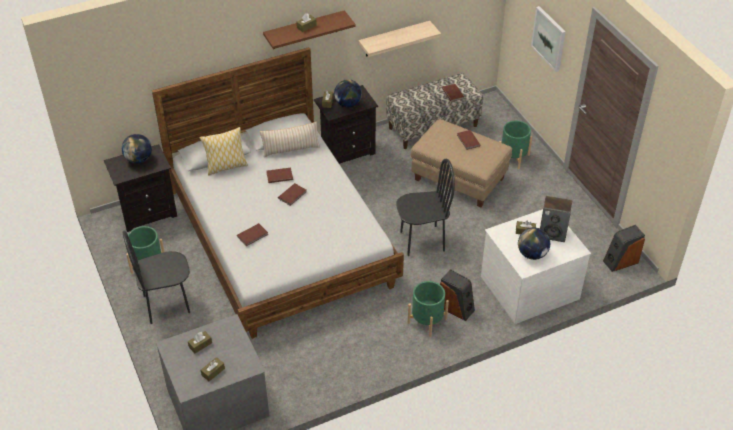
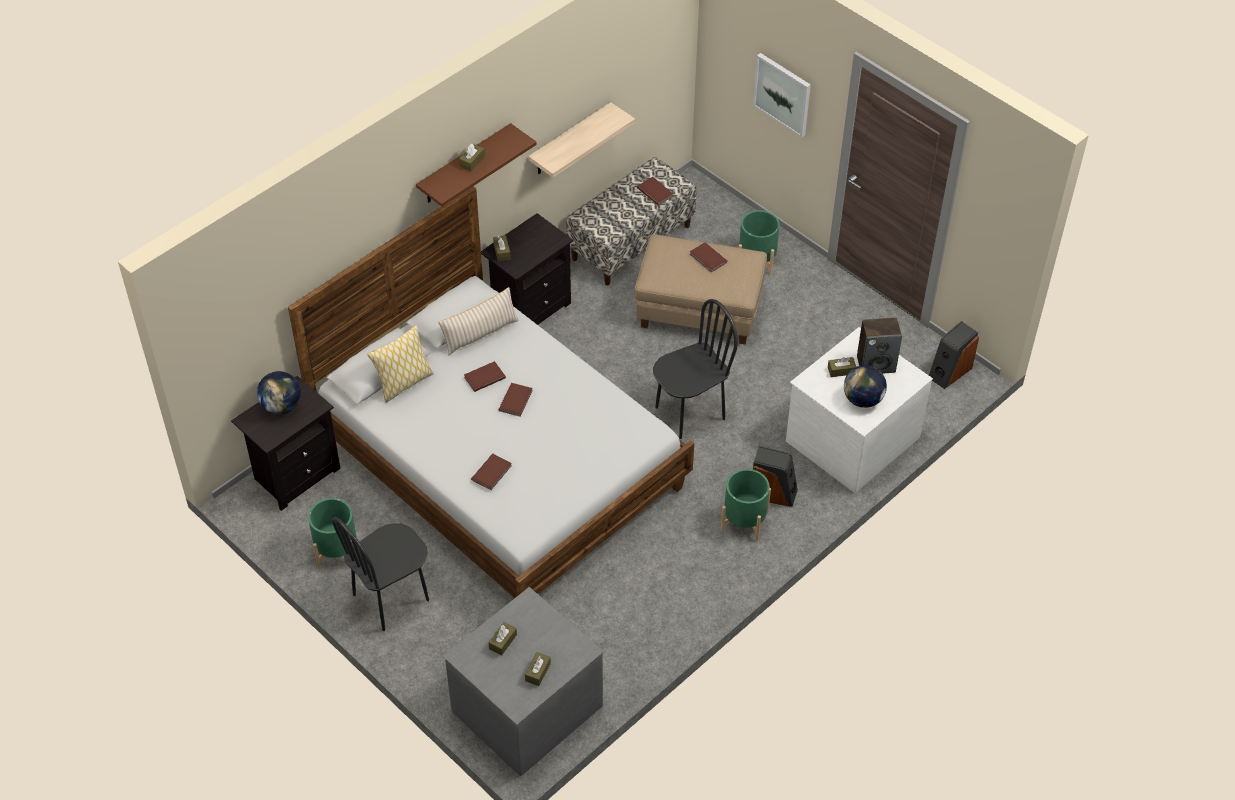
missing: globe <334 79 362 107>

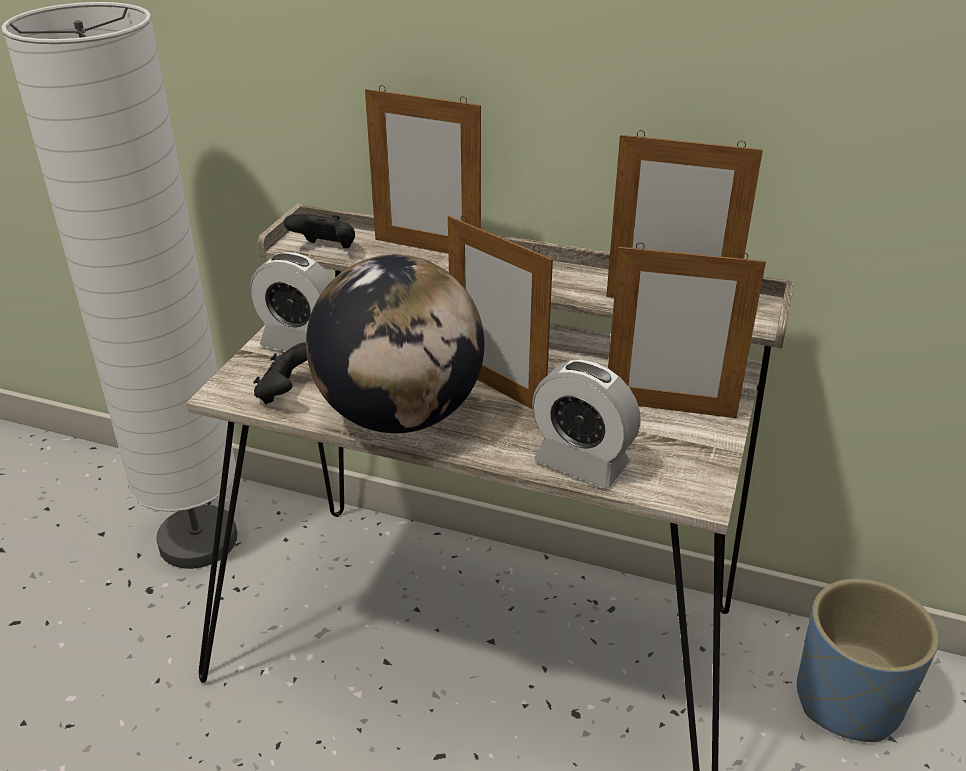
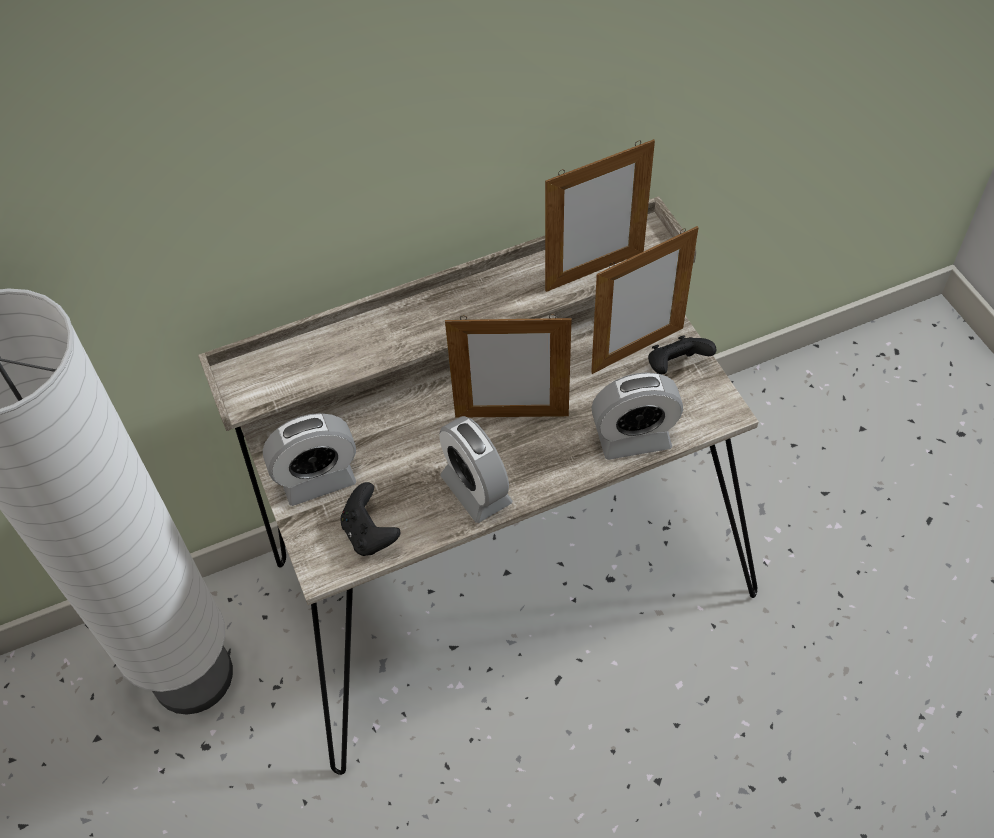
missing: picture frame <365 85 481 254>; blue planter <797 579 939 742>
relocated: black game controller <284 214 355 248> to <648 335 716 374>
exchanged: globe <306 255 484 433> to alarm clock <439 416 513 523>

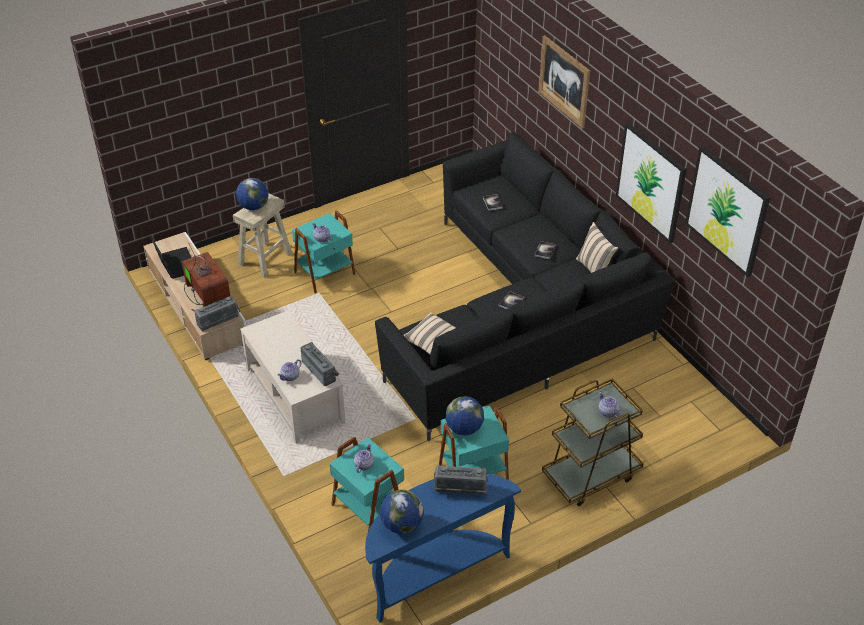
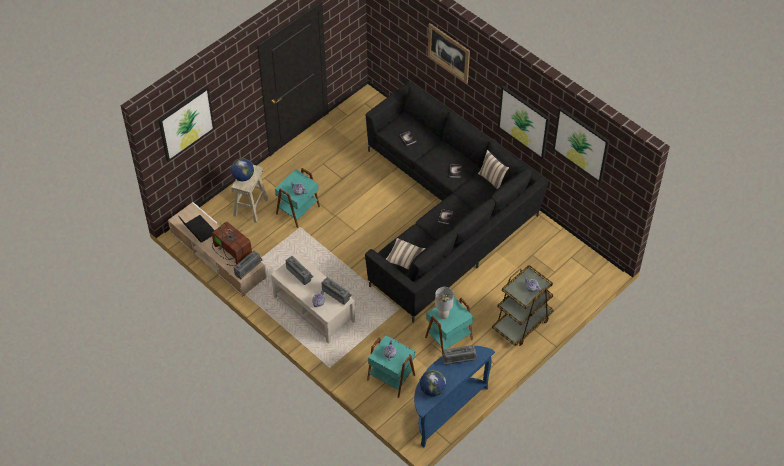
appeared: picture <158 86 215 162>; radio <286 256 313 285>
exchanged: globe <445 396 484 435> to grey table lamp <435 287 454 319>

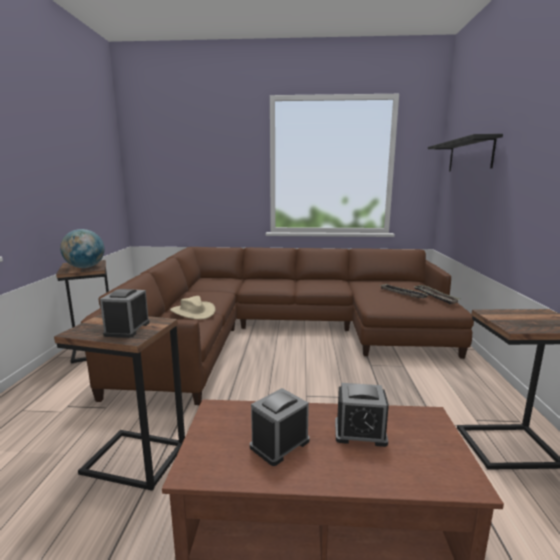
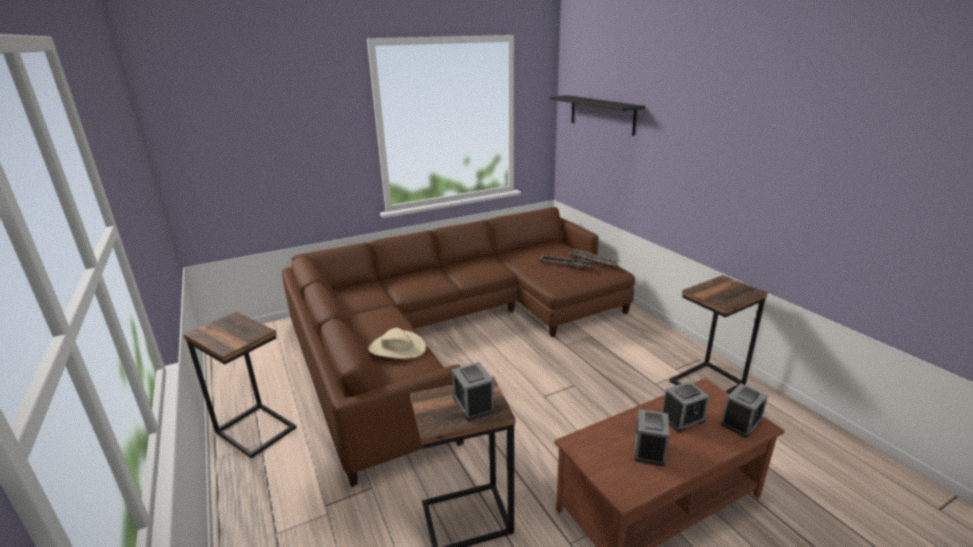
missing: globe <60 229 105 268>
appeared: alarm clock <721 383 768 438>

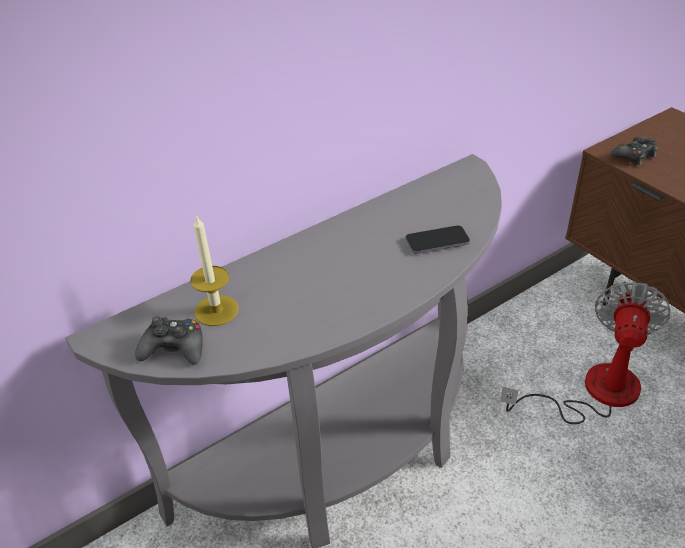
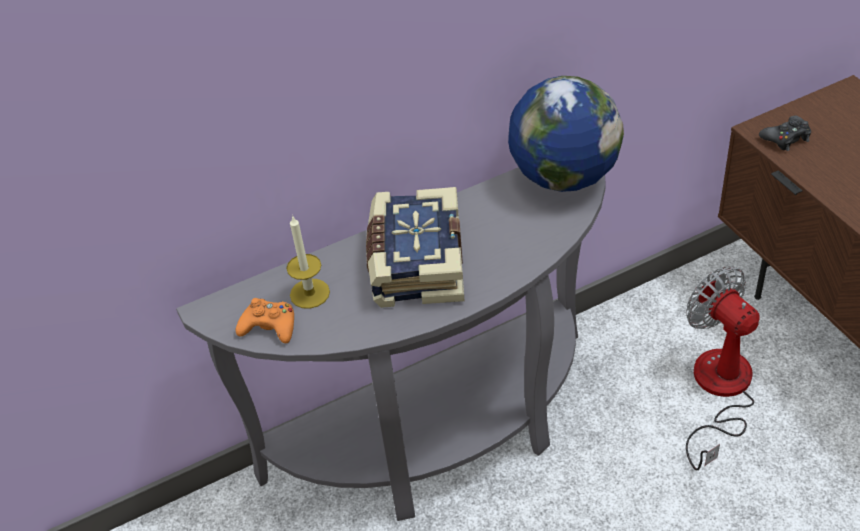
missing: phone <405 225 470 254>
appeared: book <366 187 465 308>; globe <508 76 624 192>
colour: black game controller <135 316 202 365> to orange game controller <236 298 294 343>
spun: fan <500 281 671 424> = <686 267 760 471> 60 degrees counterclockwise

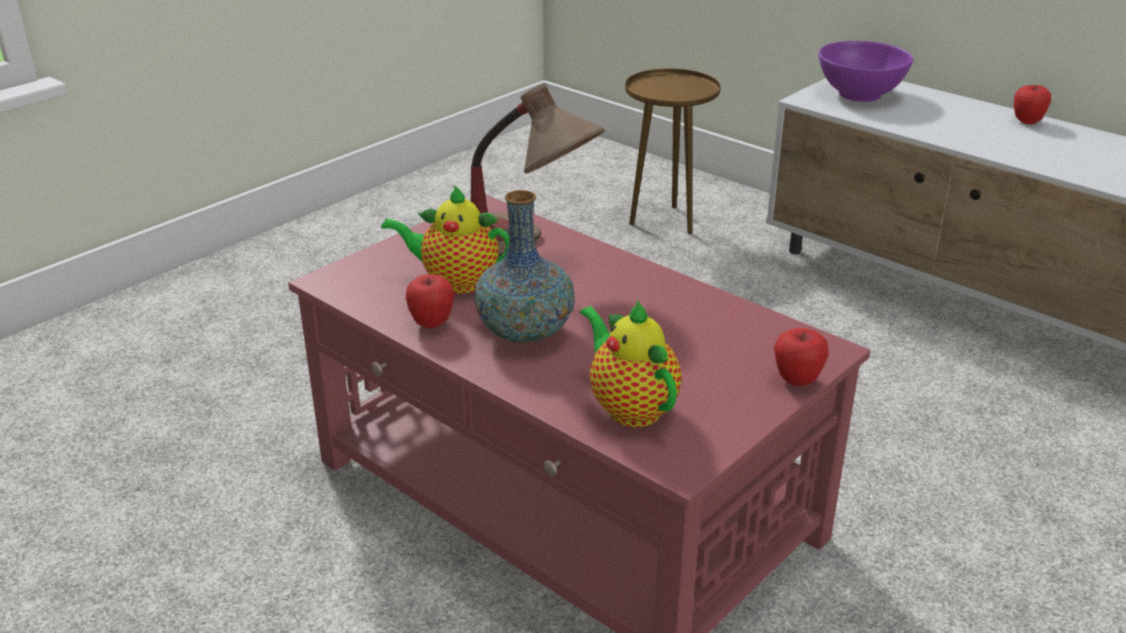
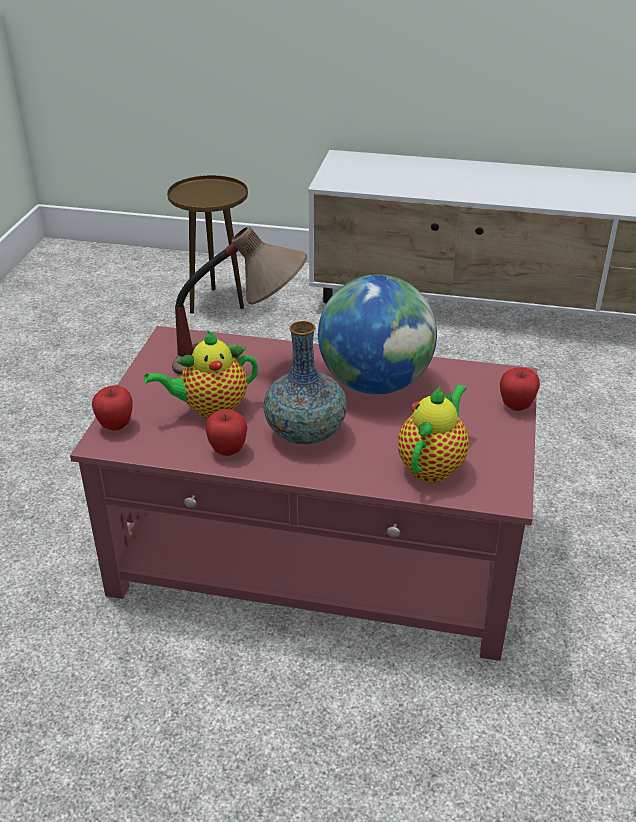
missing: purple bowl <819 41 913 102>
appeared: globe <318 274 437 394>
relocated: apple <1014 85 1051 124> to <92 385 133 431>
spun: teapot <580 300 682 427> = <398 384 469 482> 90 degrees clockwise

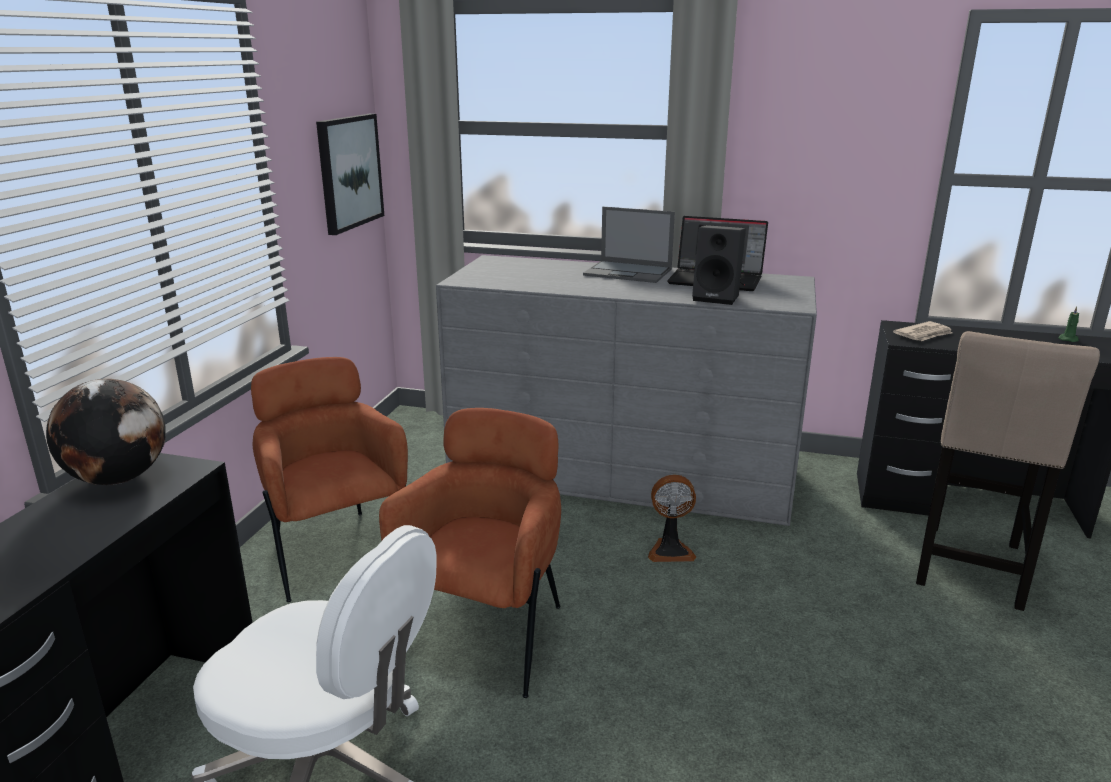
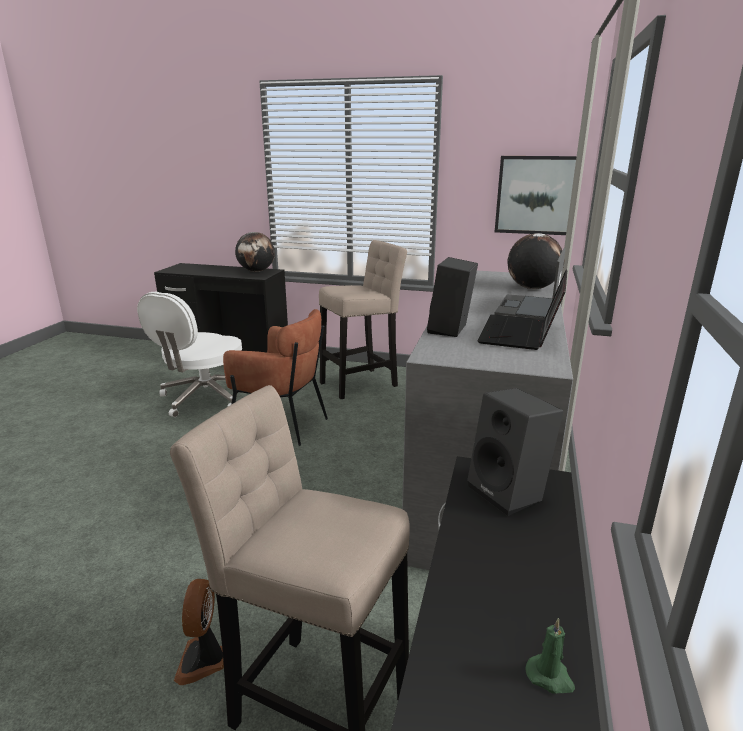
appeared: globe <507 233 564 289>
relocated: fan <648 475 696 562> to <174 579 224 685>
exchanged: brown armchair <251 357 408 602> to beige stool <319 240 407 399>; newspaper <893 321 952 341> to black speaker <467 388 563 516>

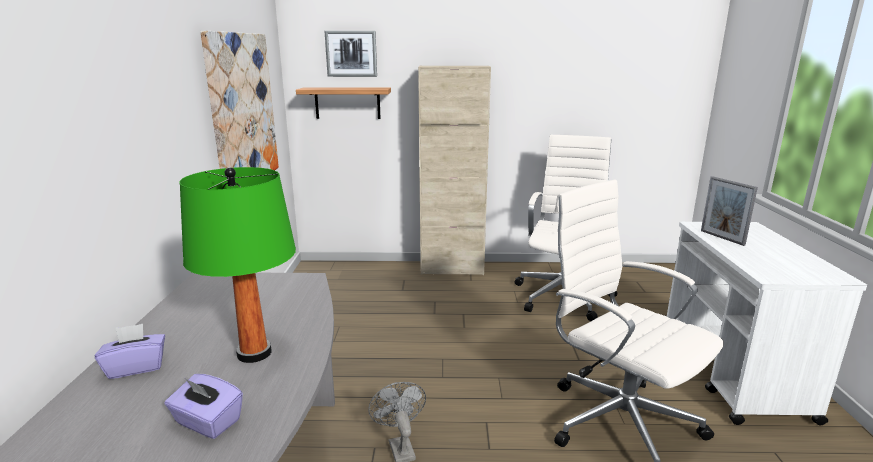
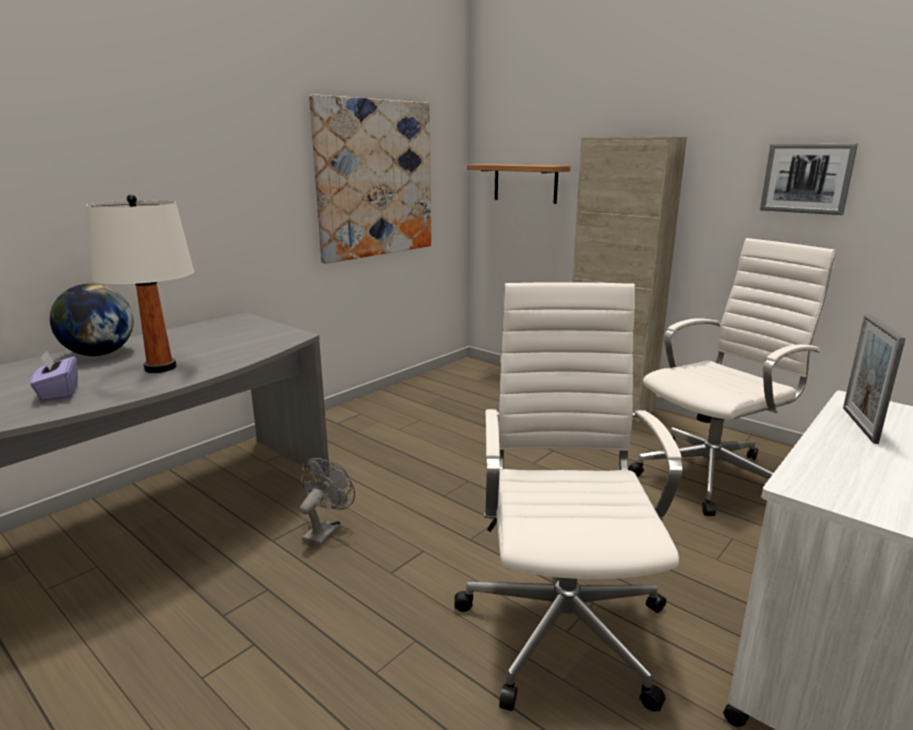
relocated: picture <325 31 377 77> to <760 144 858 215>
exchanged: purple tissue box <95 324 165 379> to globe <50 284 134 356>
colour: green table lamp <179 167 296 363> to white table lamp <86 194 194 373>

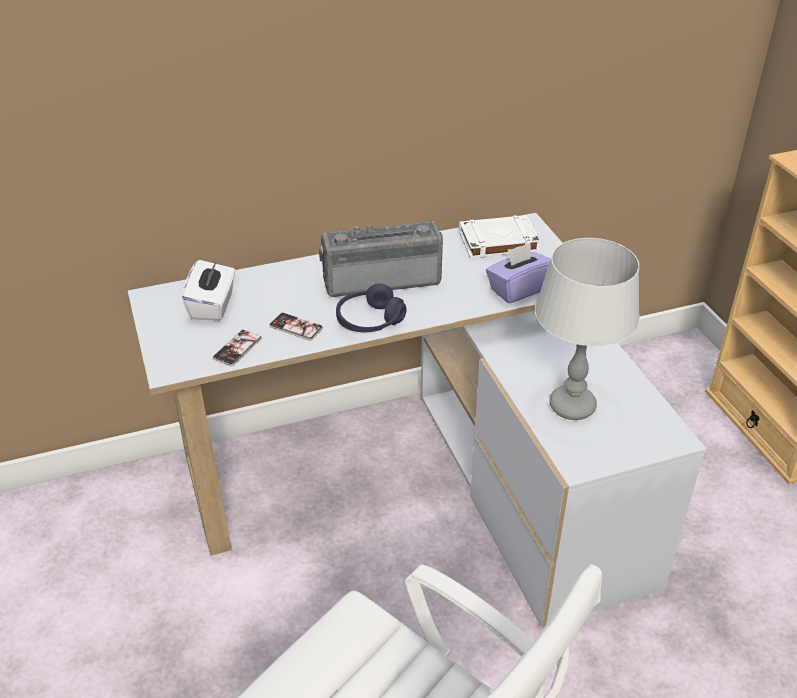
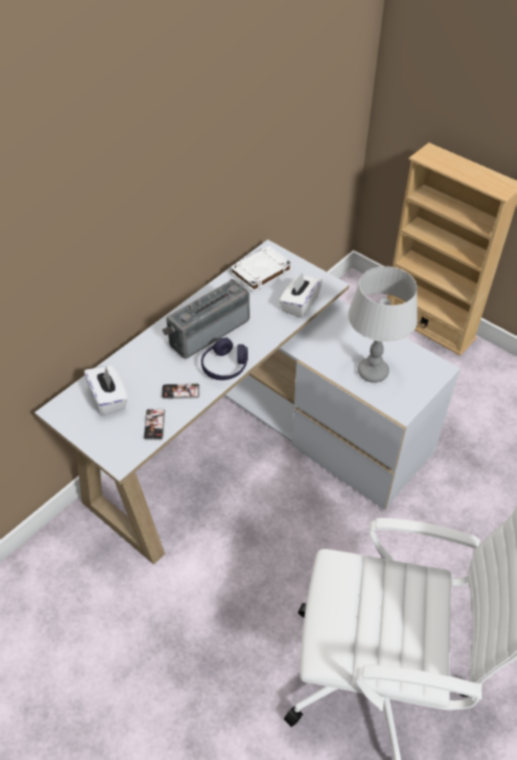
colour: purple tissue box <486 243 551 303> to white tissue box <279 273 322 318>

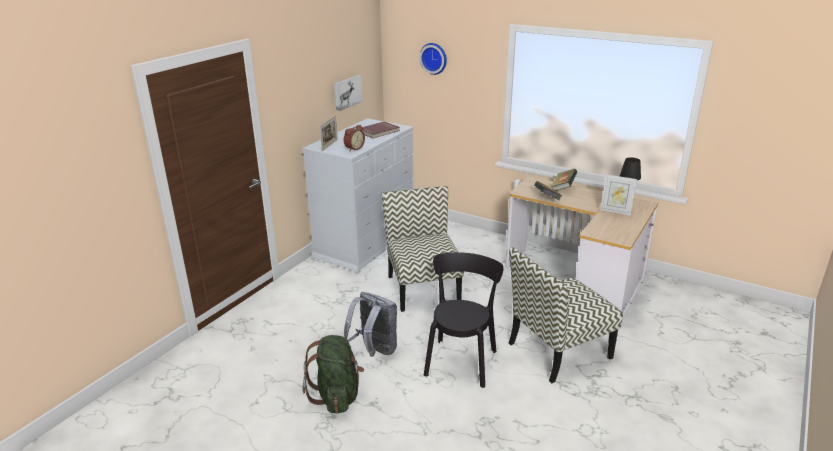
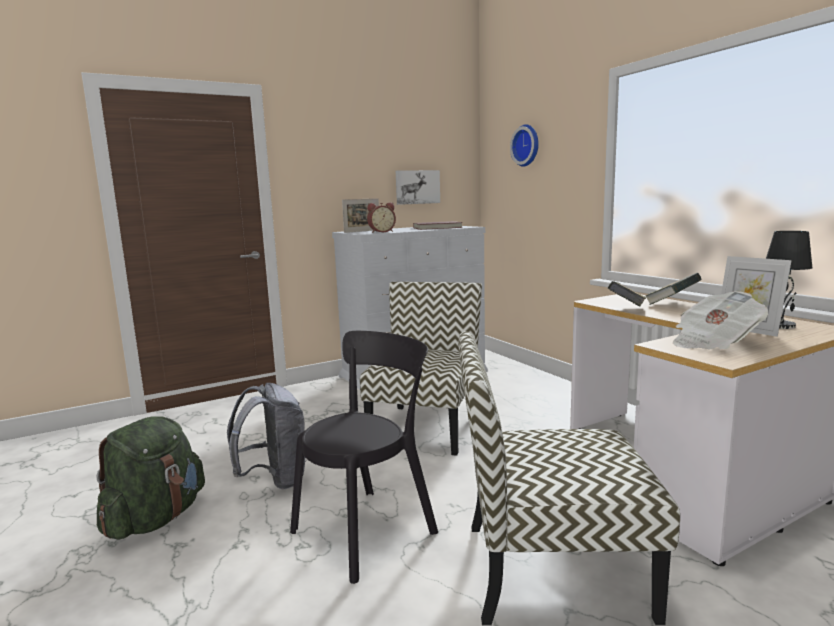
appeared: newspaper <673 291 768 350>

